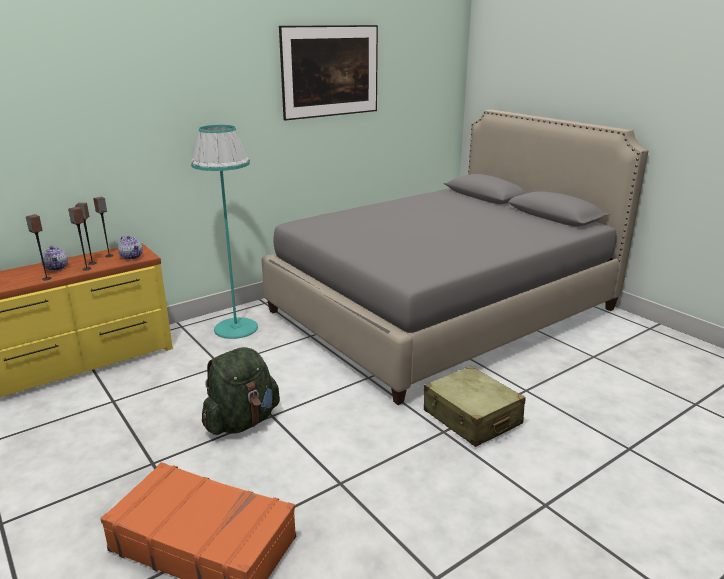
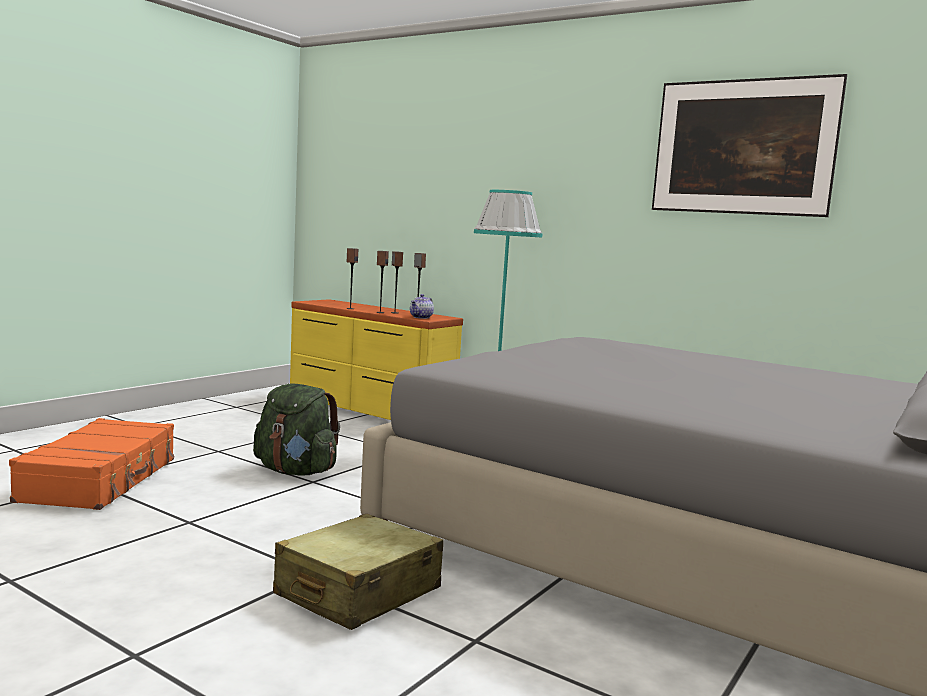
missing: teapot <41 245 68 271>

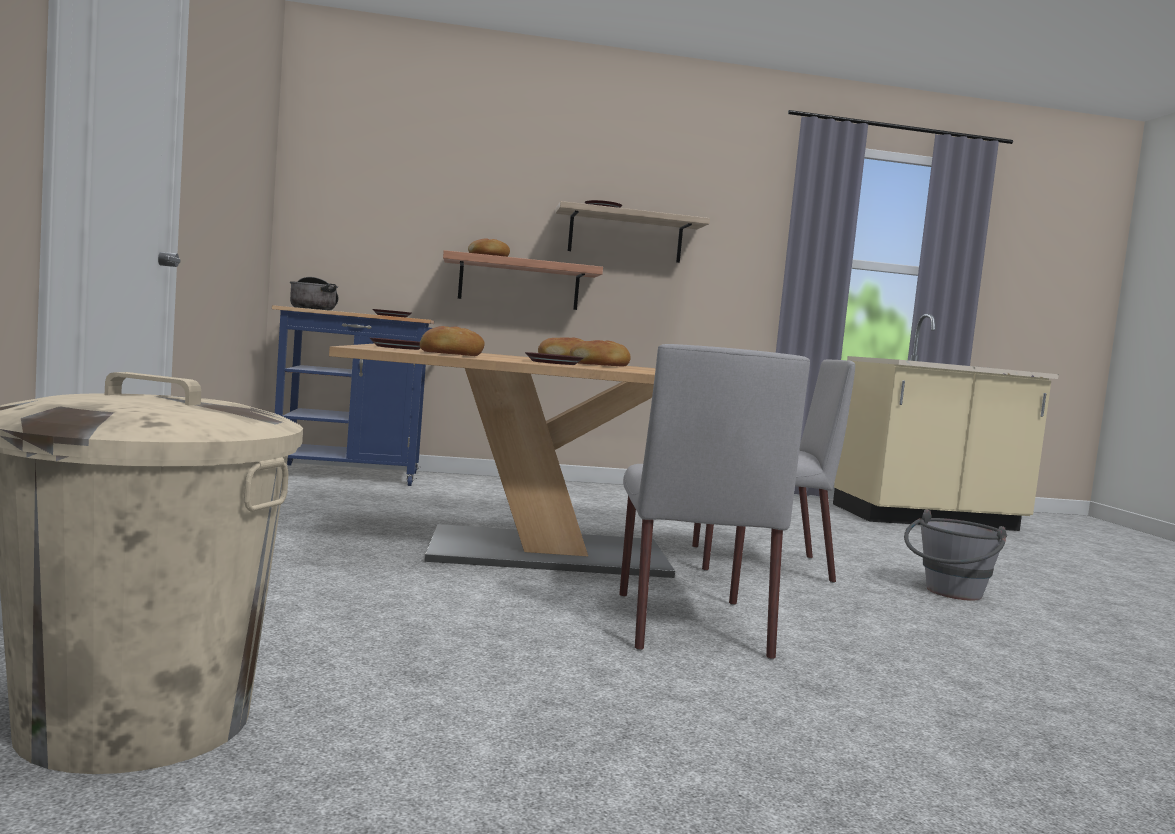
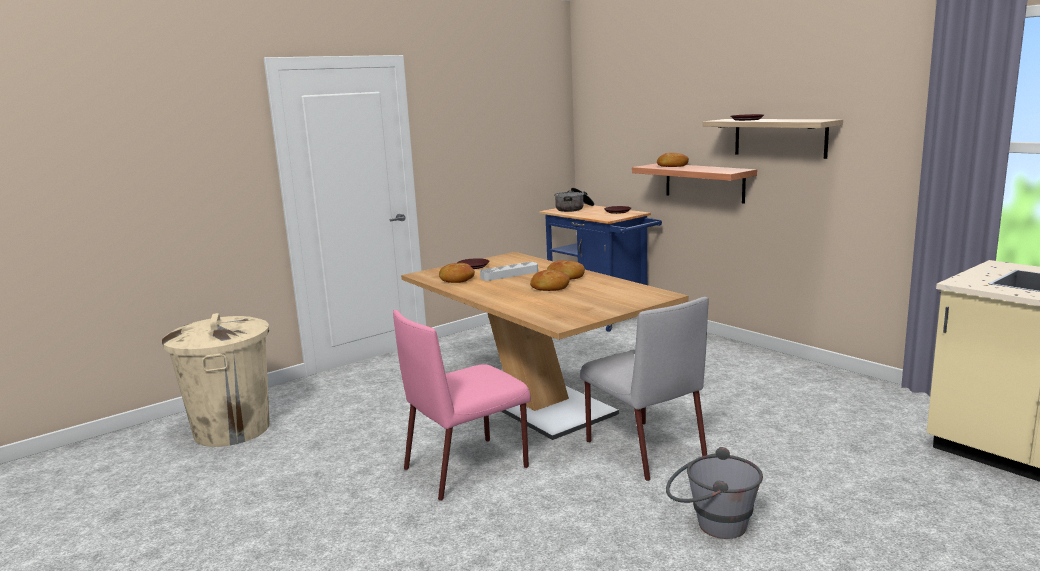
missing: brown plate <525 352 584 365>
appeared: grey tray <480 262 538 281>
colour: grey chair <619 344 810 660> to pink chair <393 310 531 501>

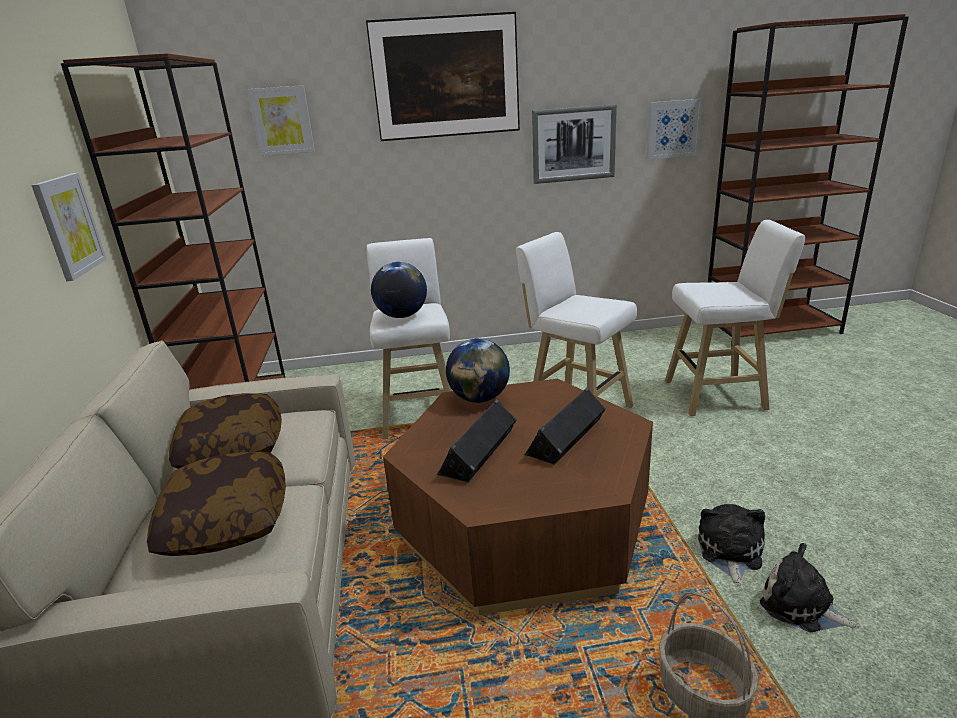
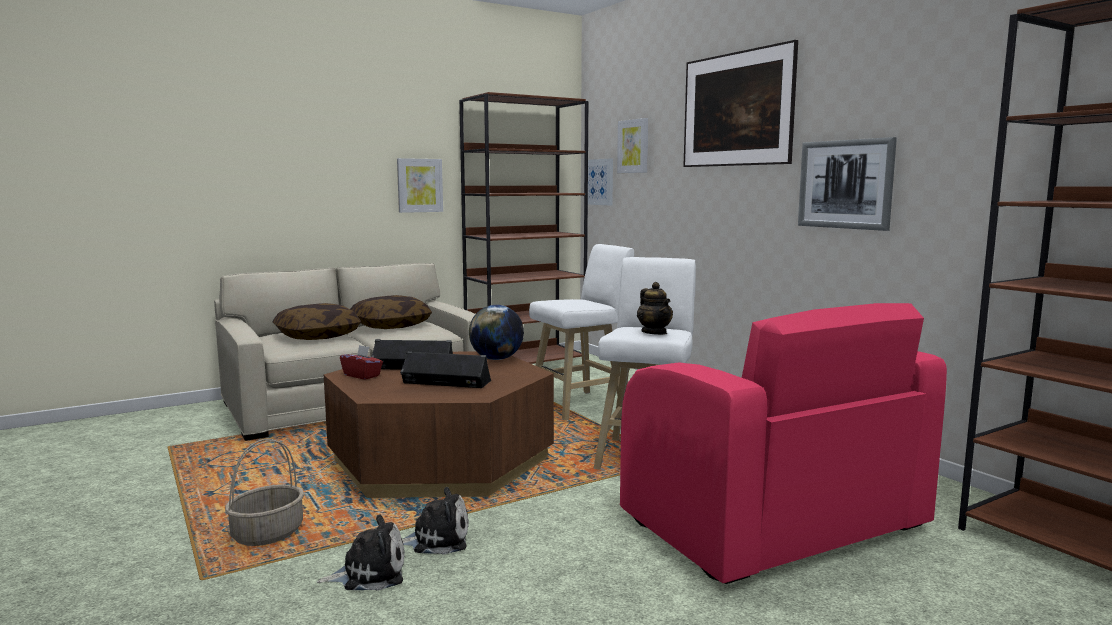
missing: globe <371 262 427 318>
appeared: red tissue box <340 345 383 380>; teapot <637 282 673 335>
relocated: picture <647 99 703 159> to <584 159 613 205>
exchanged: white stool <665 220 805 416> to pink armchair <620 303 947 584>
spun: plush toy <760 543 860 632> = <317 514 405 591> 60 degrees clockwise

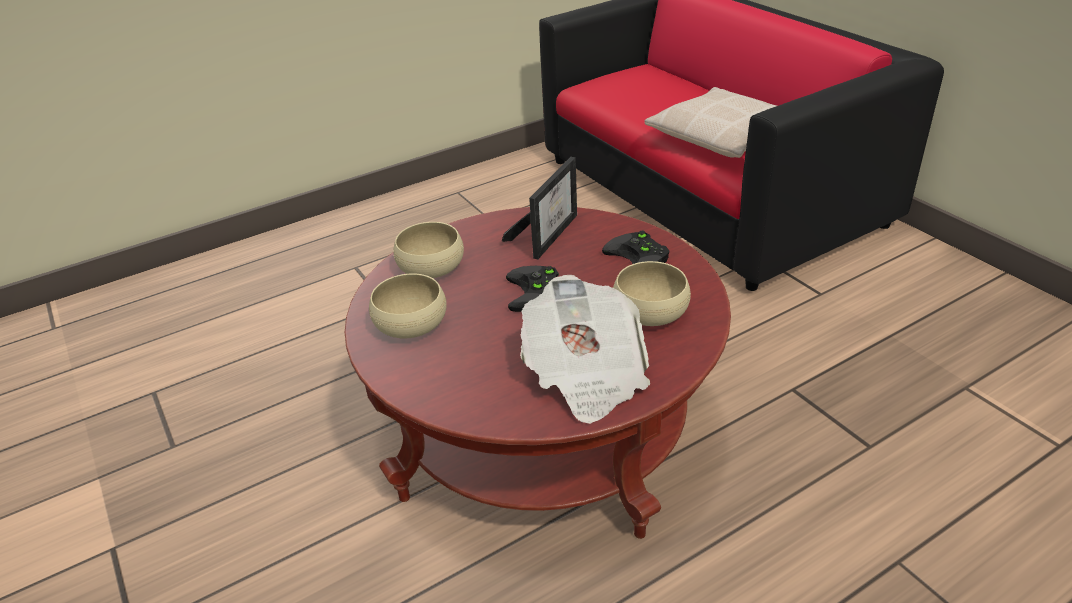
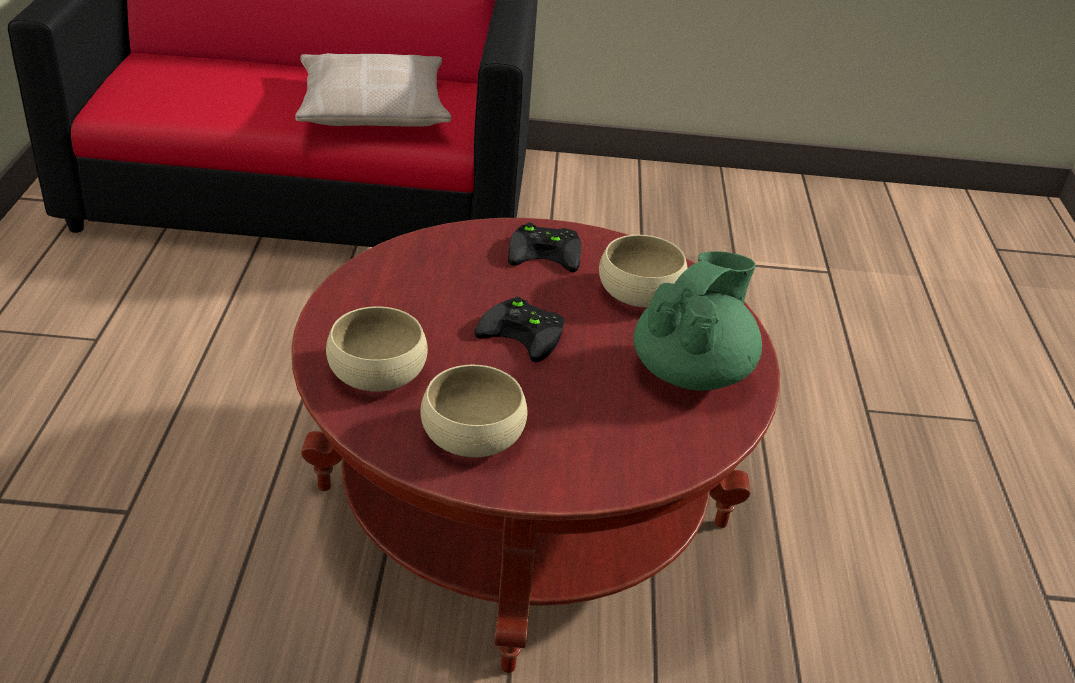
missing: picture frame <502 157 577 260>
exchanged: newspaper <520 275 650 424> to green teapot <633 251 762 391>

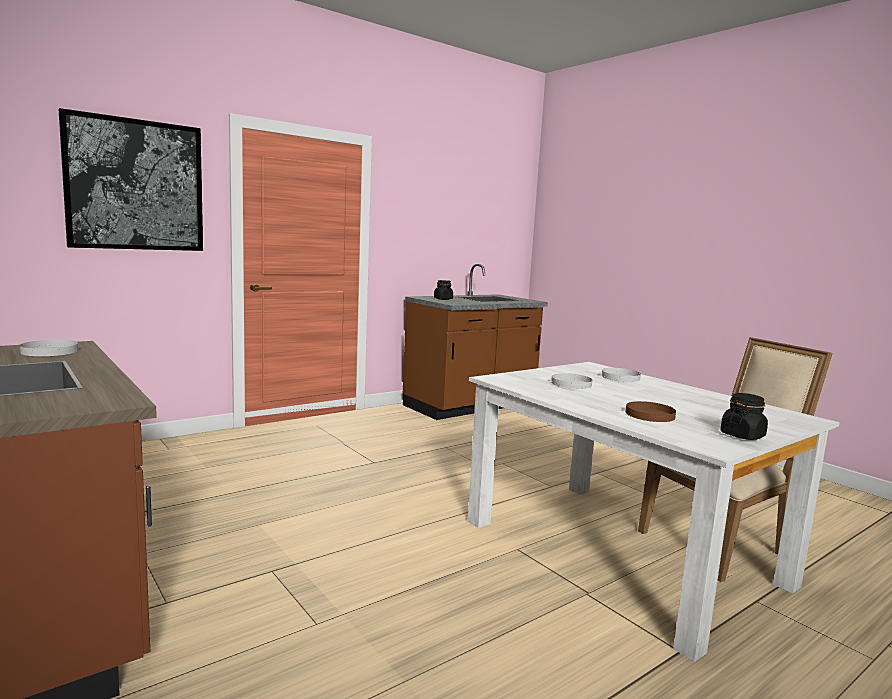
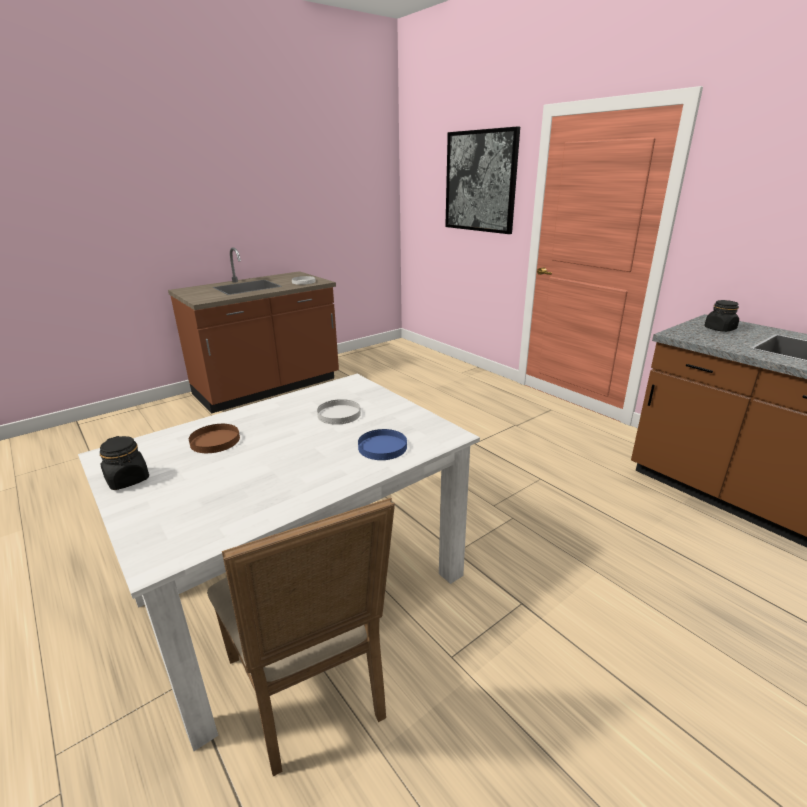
colour: white plate <602 368 641 382> to blue plate <358 429 407 460>

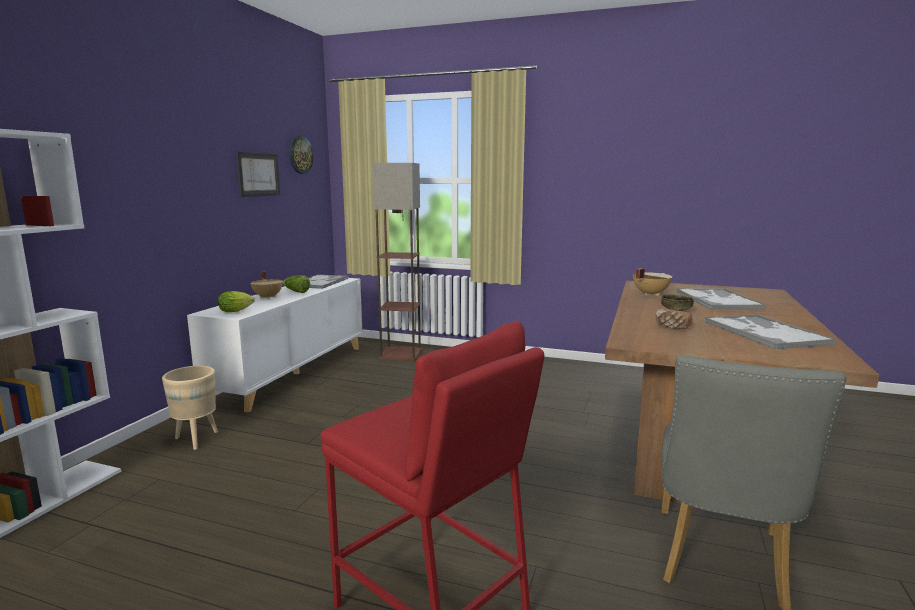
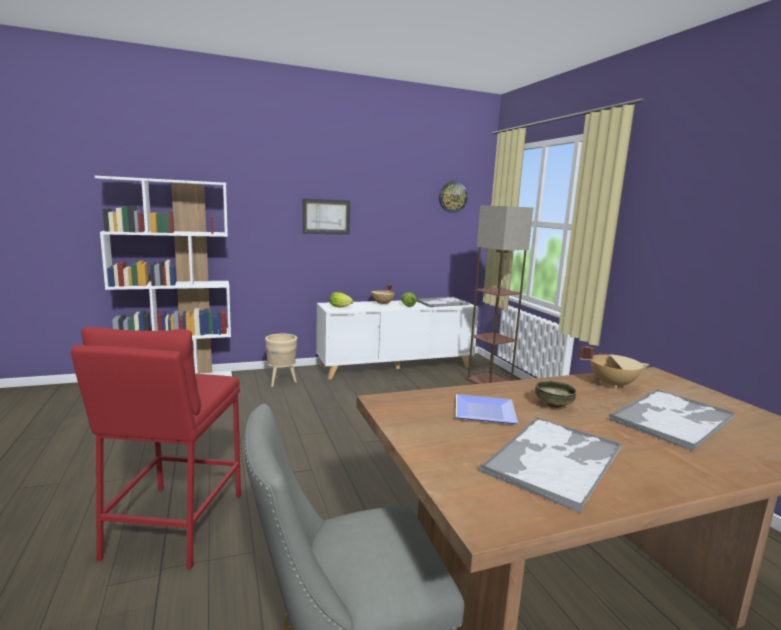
relocated: picture <236 152 280 197> to <302 198 350 235>
exchanged: bread <655 309 693 329> to plate <456 394 518 424>

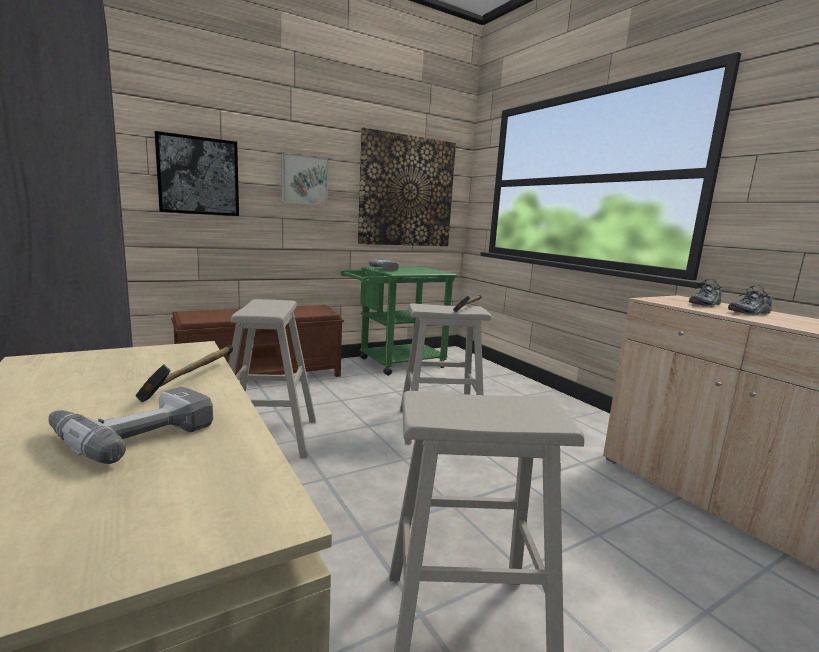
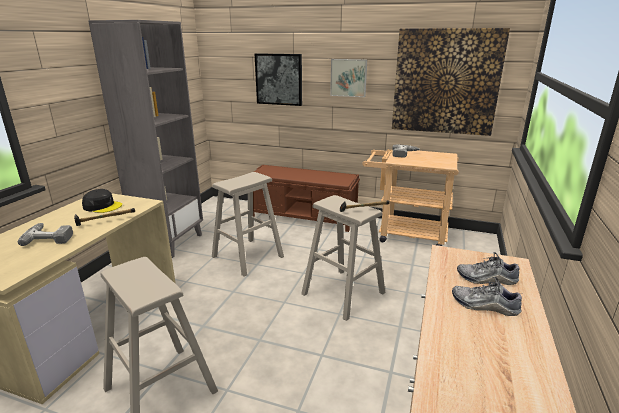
appeared: black cap <82 189 122 213>
colour: green cart <340 267 457 376> to beige cart <362 150 459 246>

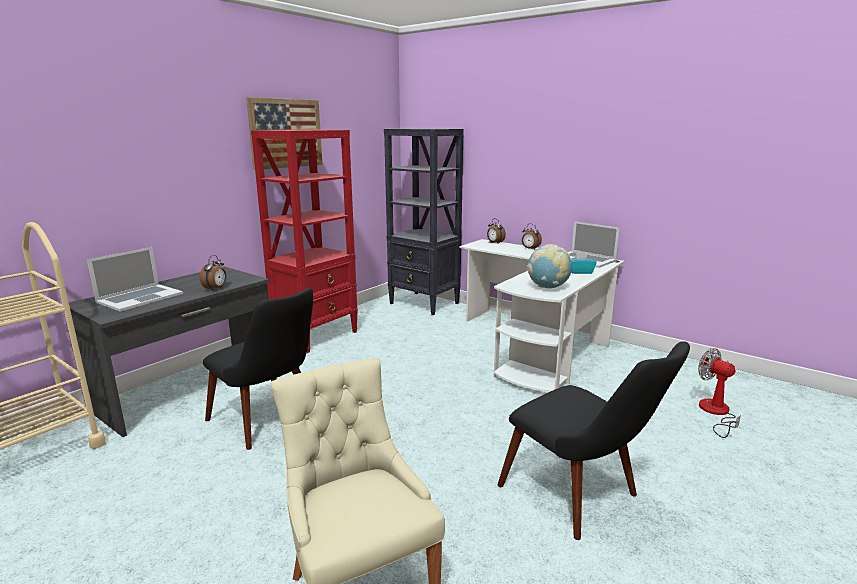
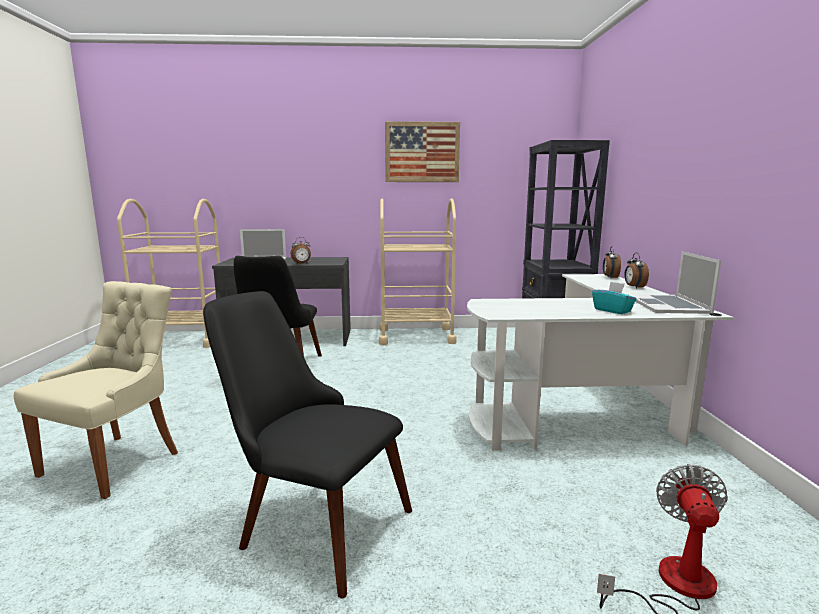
missing: globe <527 244 572 288>
exchanged: red bookcase <251 130 358 353> to beige cart <379 198 457 345>
spun: black chair <497 341 690 540> = <203 291 412 598> 105 degrees clockwise

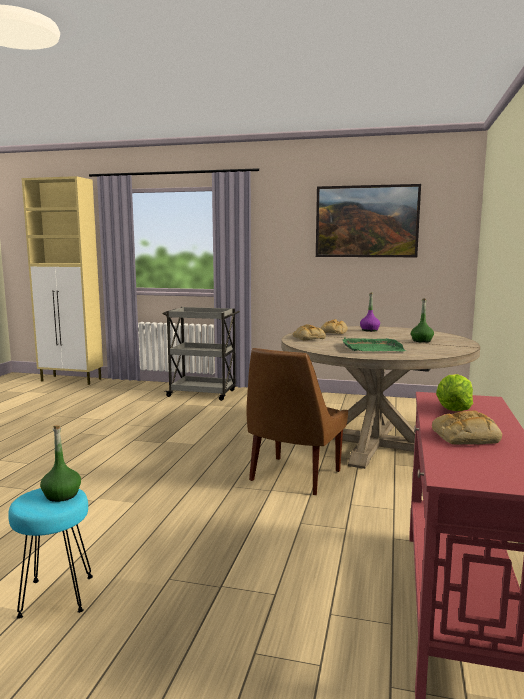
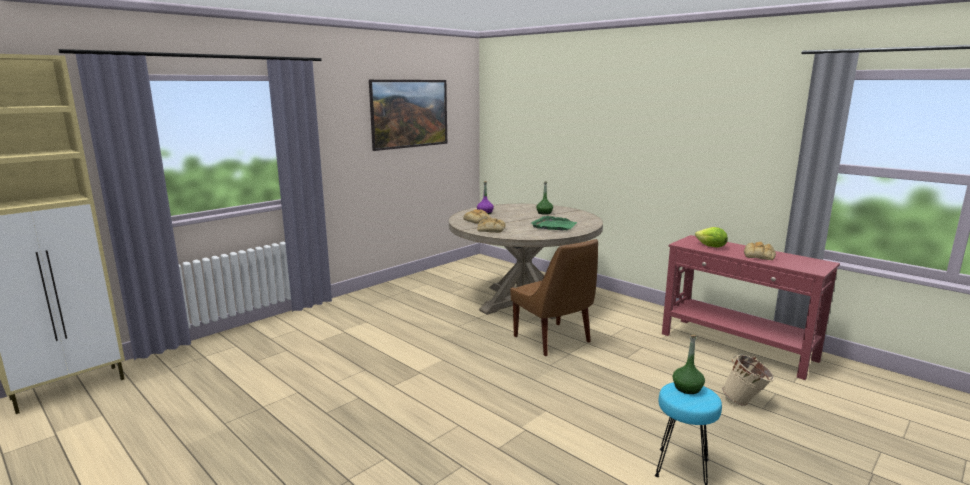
missing: grey cart <162 307 240 401>
appeared: beige bucket <722 354 774 406>

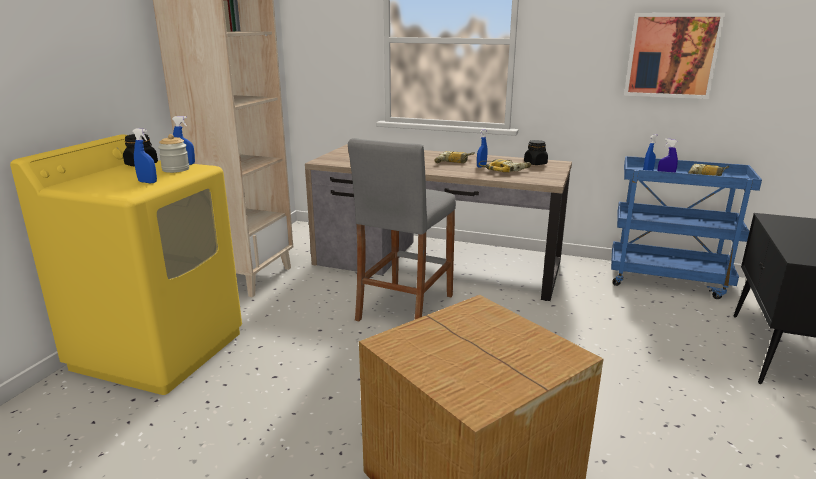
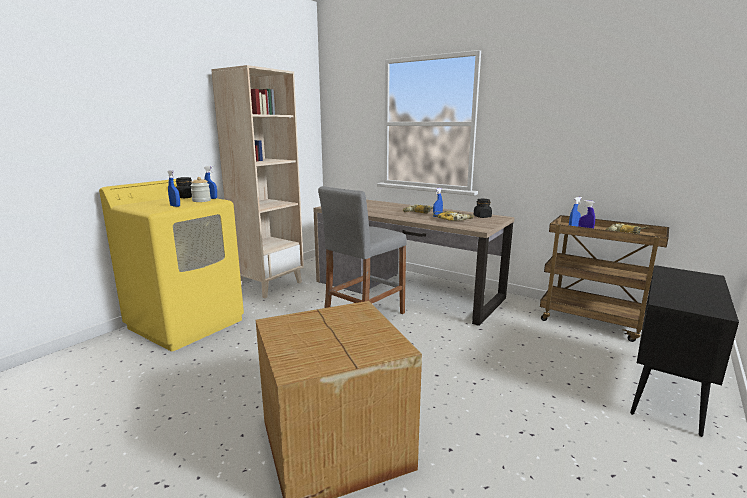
missing: picture <624 13 725 99>
colour: blue cart <611 156 762 299> to brown cart <540 215 669 342>

